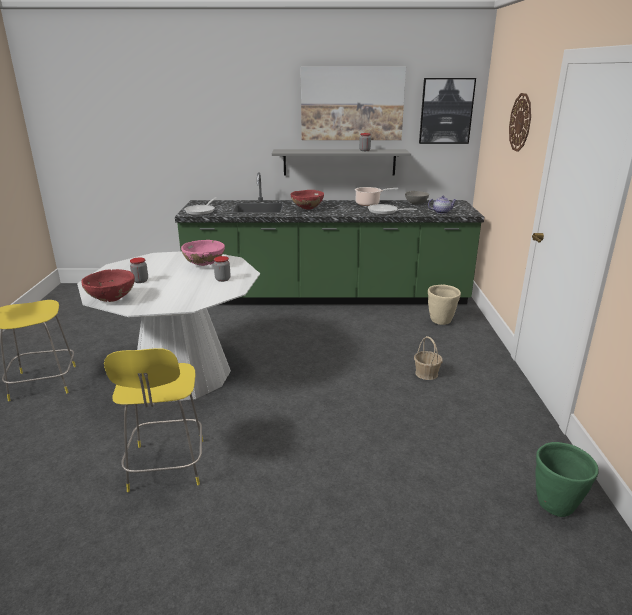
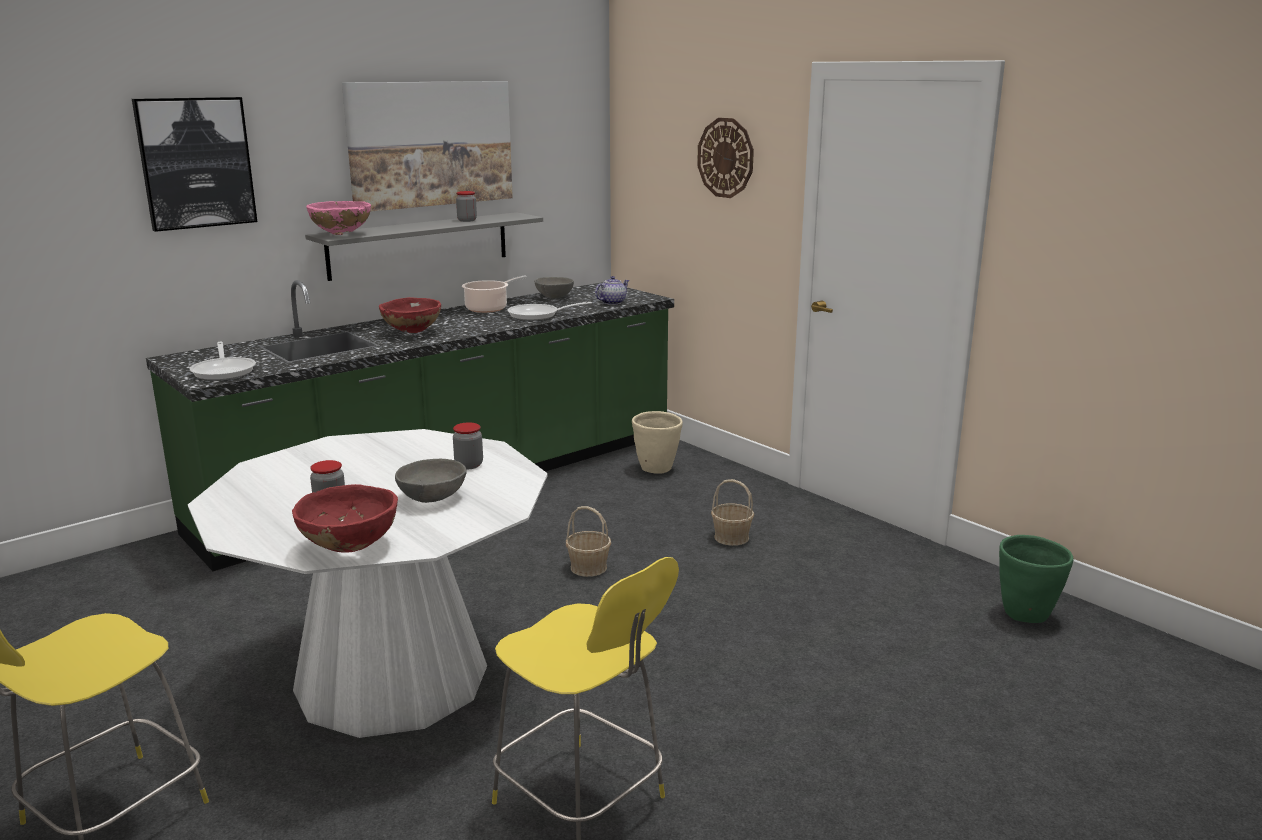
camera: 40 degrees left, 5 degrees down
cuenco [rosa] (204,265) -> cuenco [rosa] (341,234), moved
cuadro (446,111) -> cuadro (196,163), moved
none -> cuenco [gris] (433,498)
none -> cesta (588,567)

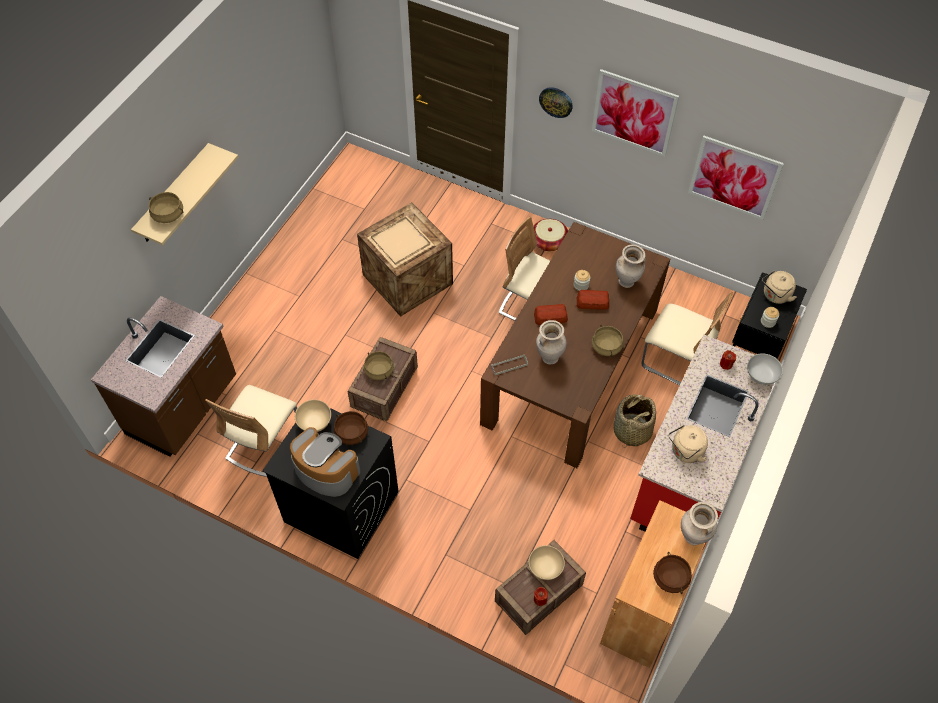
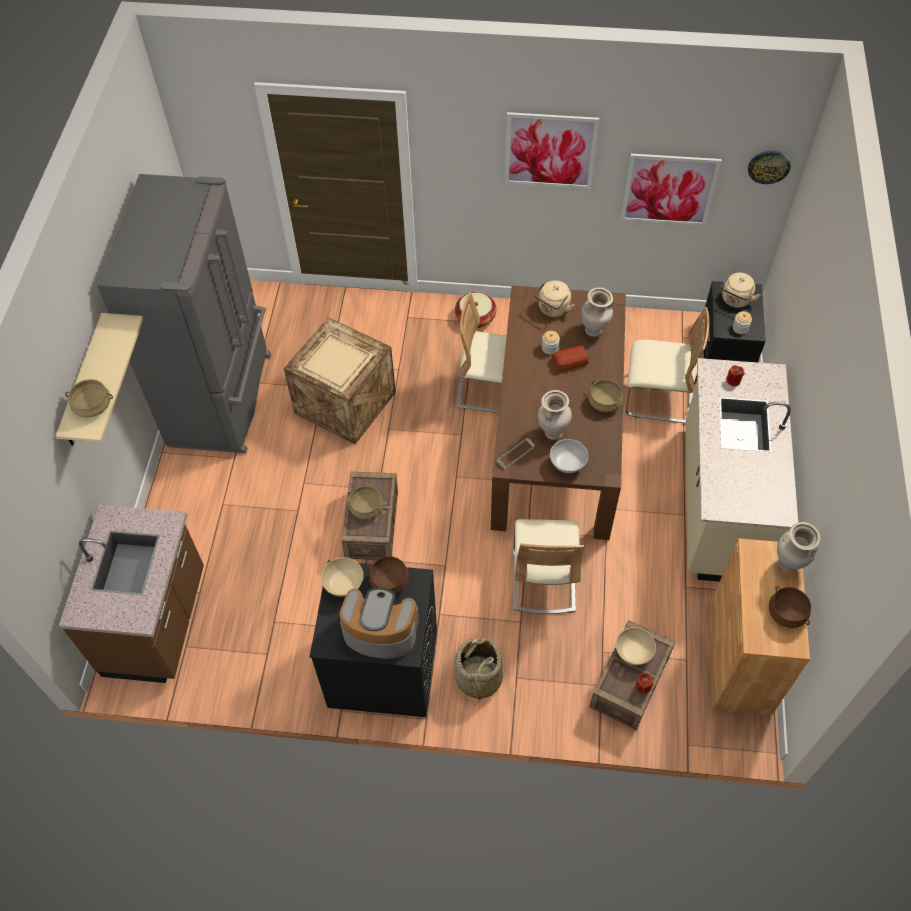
camera: 20 degrees left, 0 degrees up
silla [beis] (264,444) -> silla [beis] (543,579), moved
pan (551,317) -> none
reloj de pared (556,102) -> reloj de pared (769,166), moved
cesta (631,431) -> cesta (478,678), moved
mueble bajo de cocina [rojo] (691,470) -> mueble bajo de cocina [beis] (720,503)
hervidor [beis] (685,452) -> hervidor [beis] (553,309), moved
cuenco [blanco] (761,376) -> cuenco [blanco] (567,464), moved
none -> nevera [gris] (223,399)

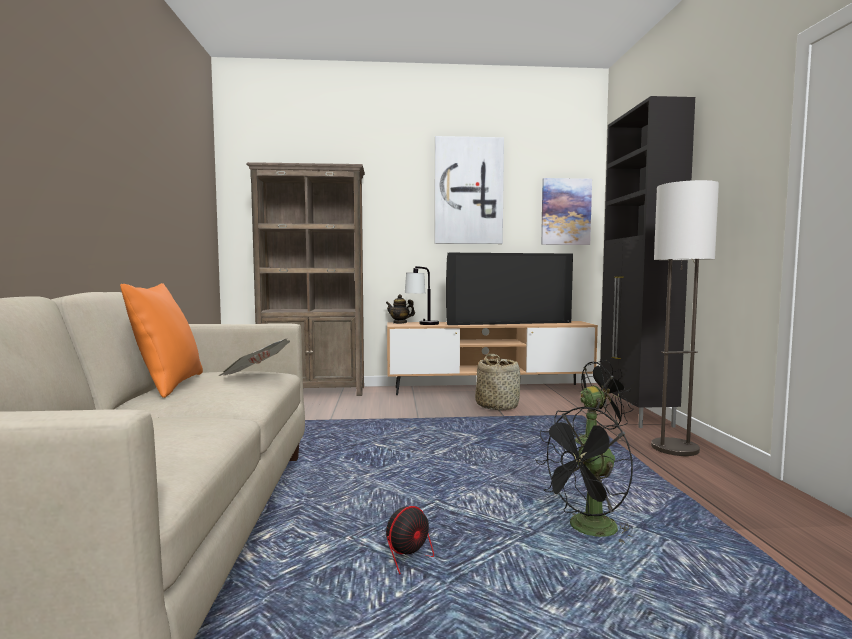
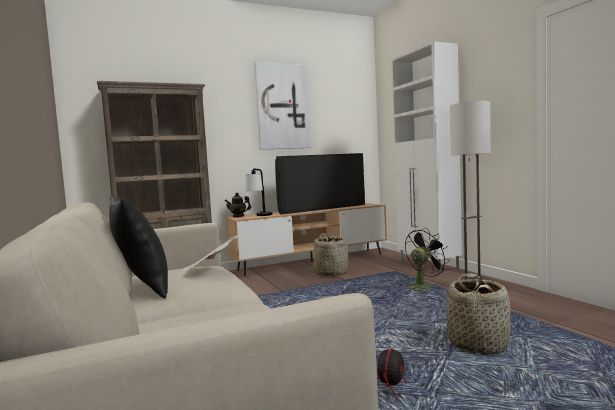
camera: 20 degrees left, 0 degrees up
cojín [naranja] (168,385) -> cojín [negro] (142,288)
ventilador [negro] (587,530) -> cesta (478,344)
cuadro (565,212) -> none
armario [negro] (636,415) -> armario [blanco] (428,266)

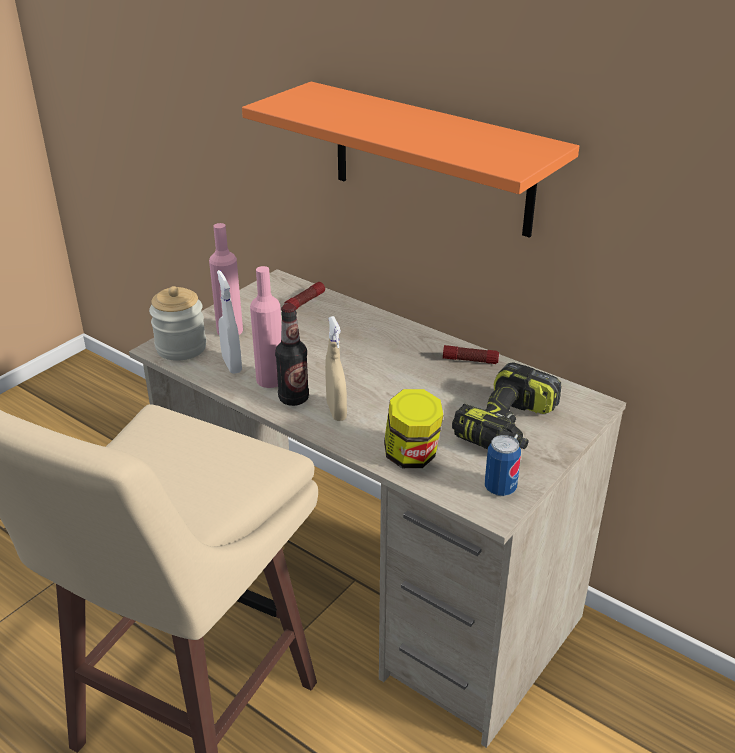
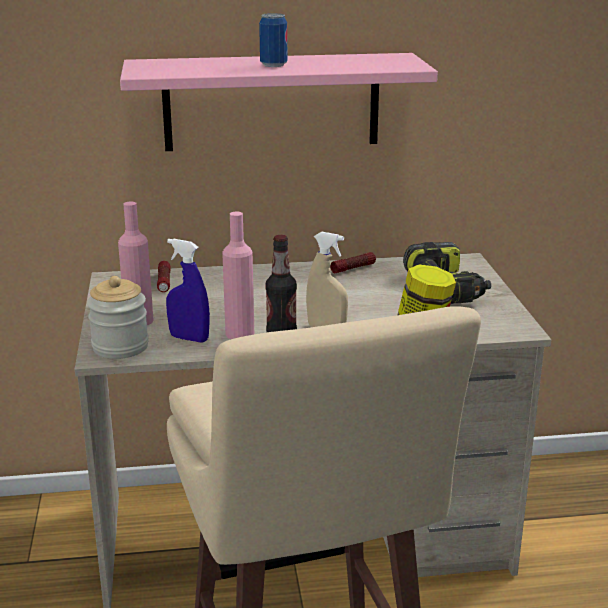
camera: 45 degrees left, 10 degrees down
pulverizador [blanco] (232,364) -> pulverizador [azul] (189,338)
estante [naranja] (431,159) -> estante [rosa] (271,102)
lata (500,488) -> lata (273,65), moved

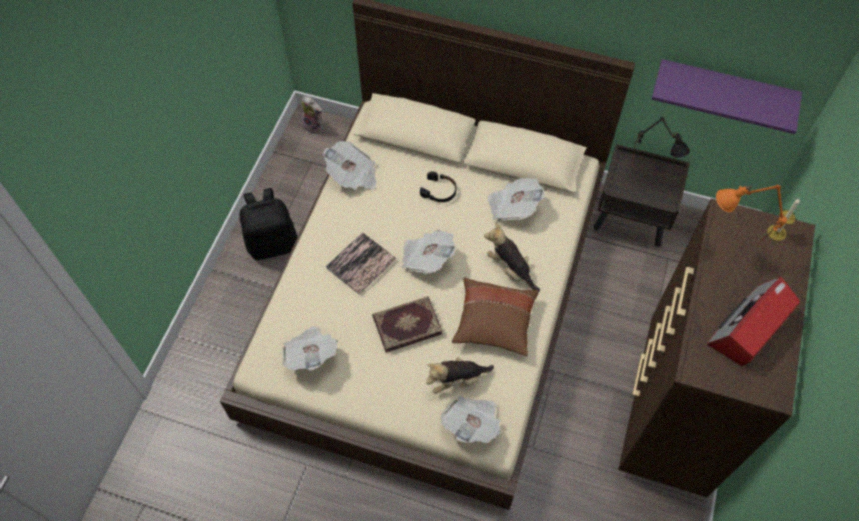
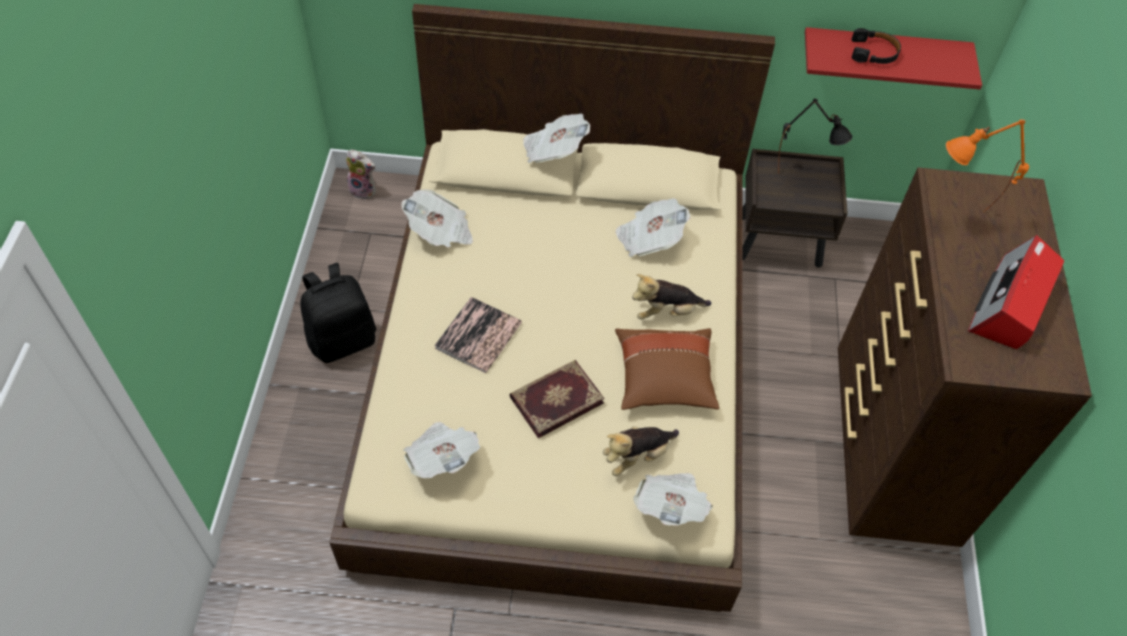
camera: 15 degrees left, 5 degrees down
periódico (426,258) -> periódico (553,151), moved
auriculares [negro] (439,191) -> auriculares [negro] (874,52), moved
peluche (510,269) -> peluche (666,311), 45 degrees counterclockwise
estante [morado] (724,90) -> estante [rojo] (882,55)
vela (776,232) -> none

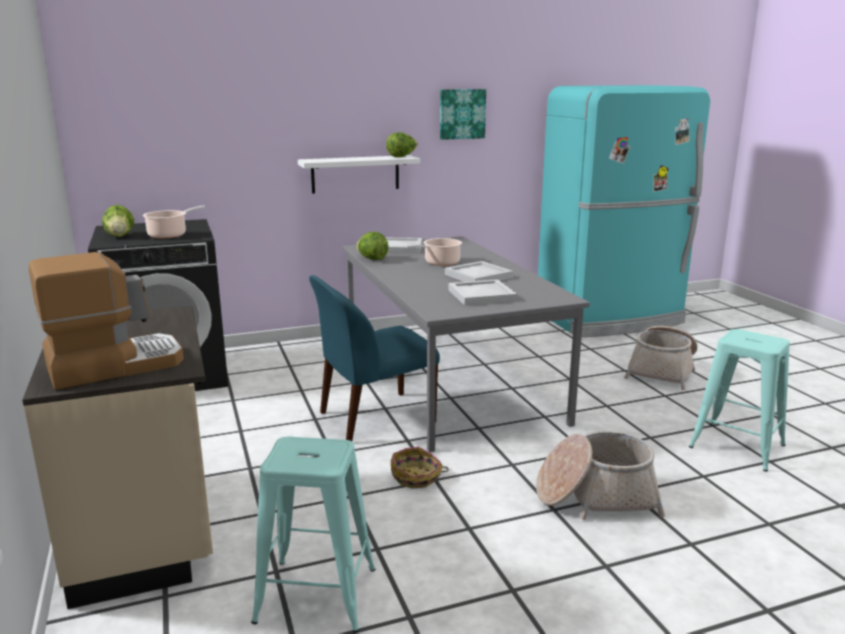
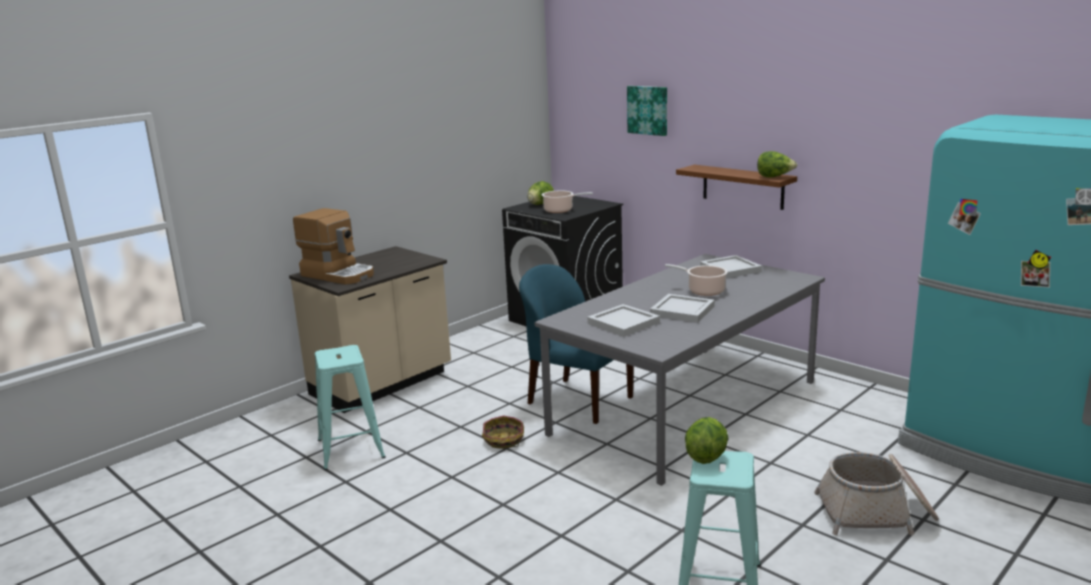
camera: 65 degrees right, 0 degrees up
estante [blanco] (355,174) -> estante [marrón] (742,186)
lechuga (372,259) -> lechuga (706,456), moved
cuadro (461,114) -> cuadro (648,110), moved
cesta (595,496) -> none

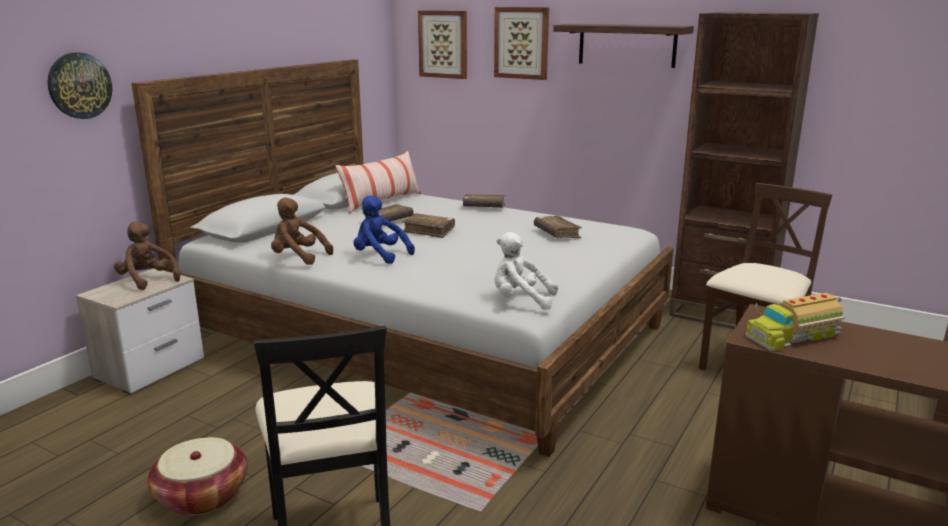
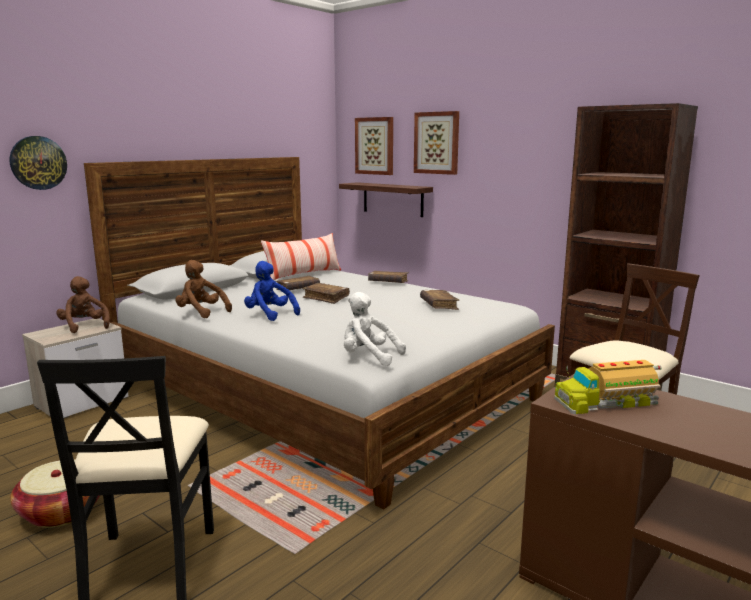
camera: 10 degrees right, 5 degrees down
estante (627,45) -> estante (393,199), moved

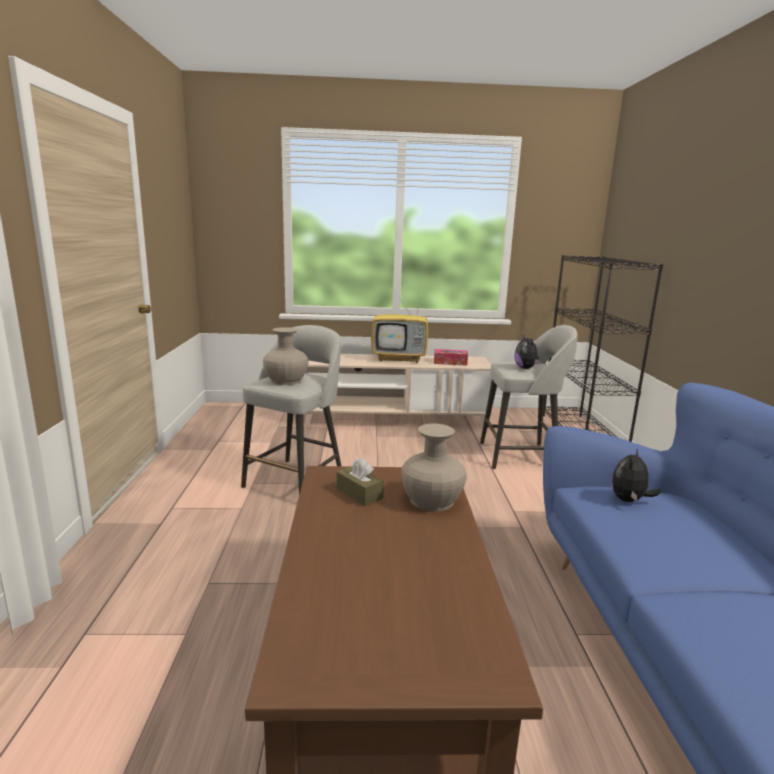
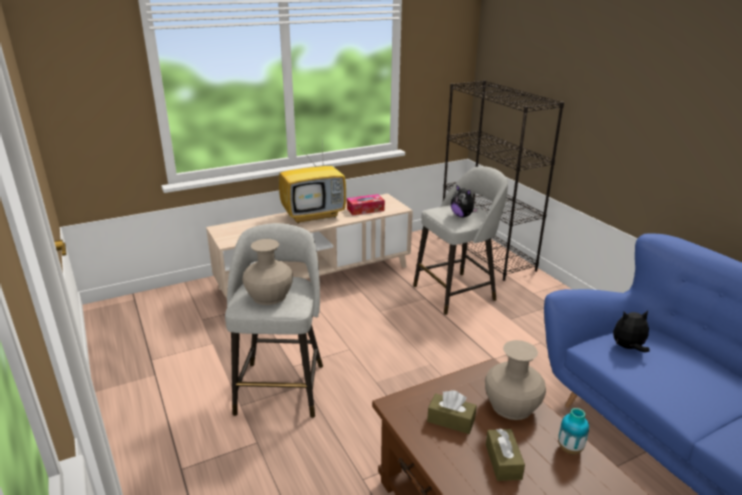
camera: 25 degrees left, 10 degrees up
peluche (629,500) -> peluche (628,348), 75 degrees clockwise
none -> caja de pañuelos [marrón] (503,461)
none -> florero (570,449)

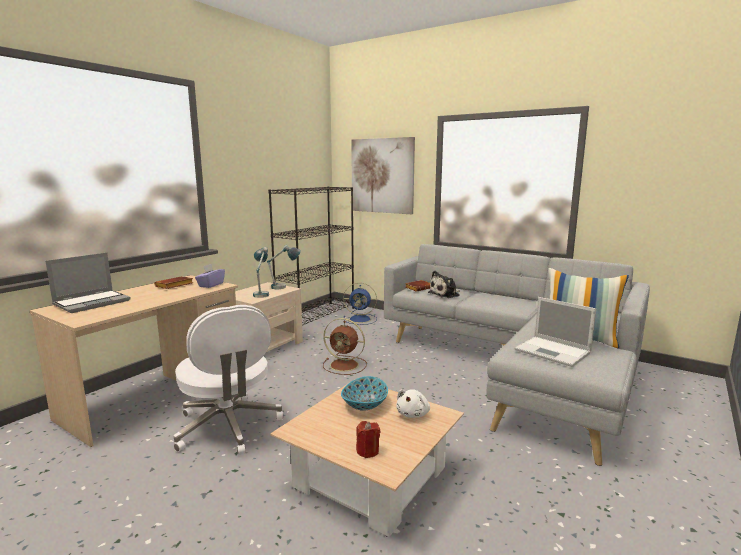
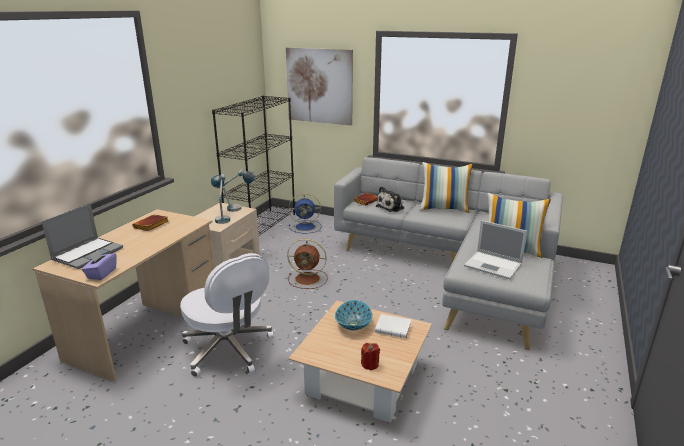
camera: 10 degrees left, 10 degrees up
caja de pañuelos [morado] (211,285) -> caja de pañuelos [morado] (101,273), moved
peluche [blanco] (413,414) -> libro [blanco] (394,329)
none -> cojín (444,208)

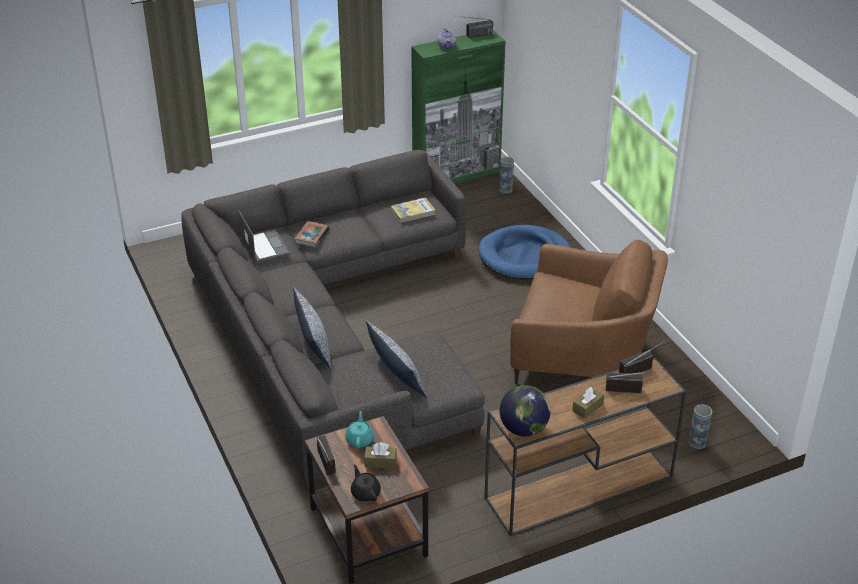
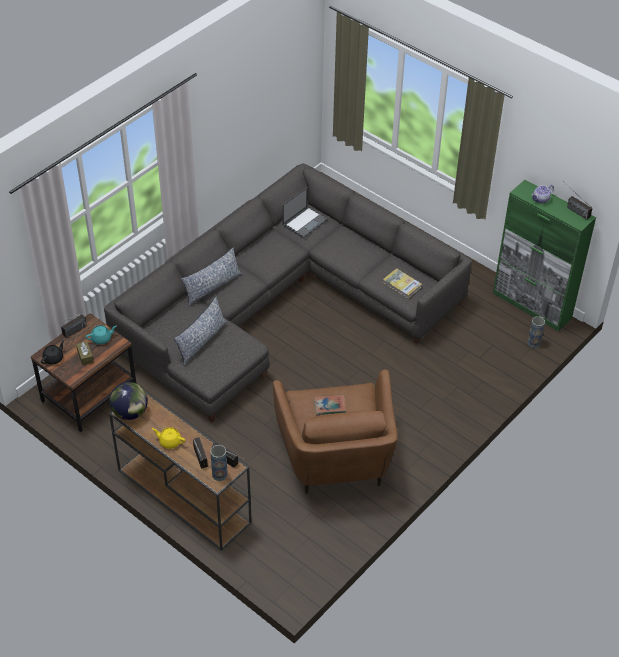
camera: 65 degrees right, 10 degrees up
libro (312,236) -> libro (330,407), moved
cama para perro [azul] (525,256) -> none
caja de pañuelos [marrón] (587,408) -> tetera [amarillo] (169,441)
florero (697,443) -> florero (219,474), moved

